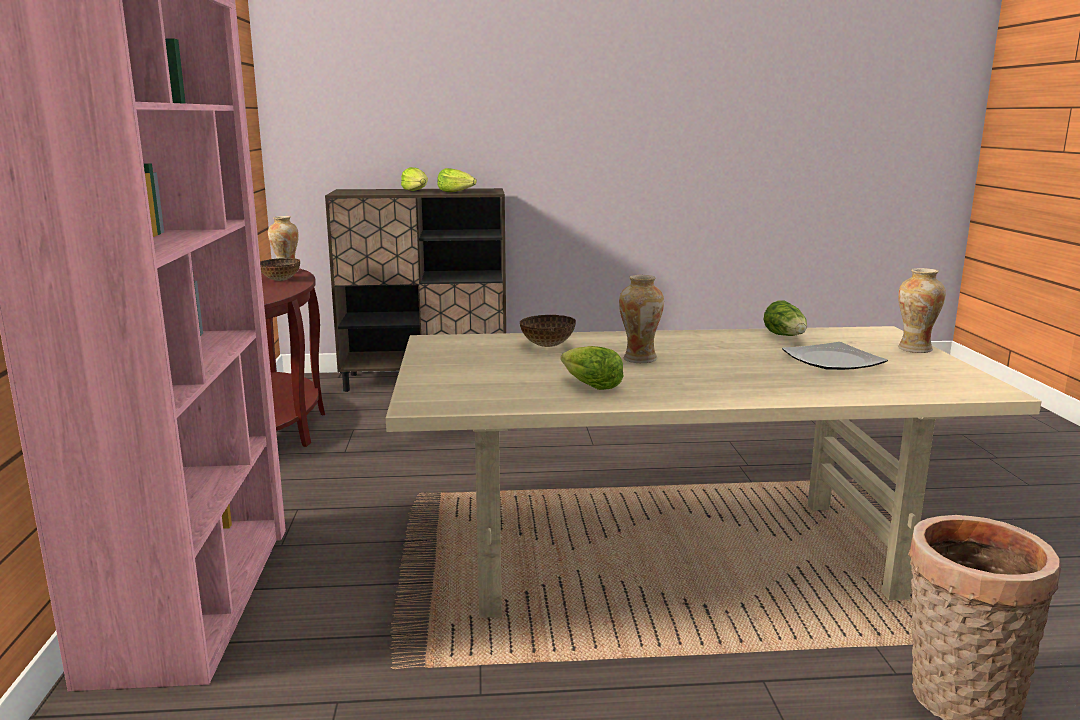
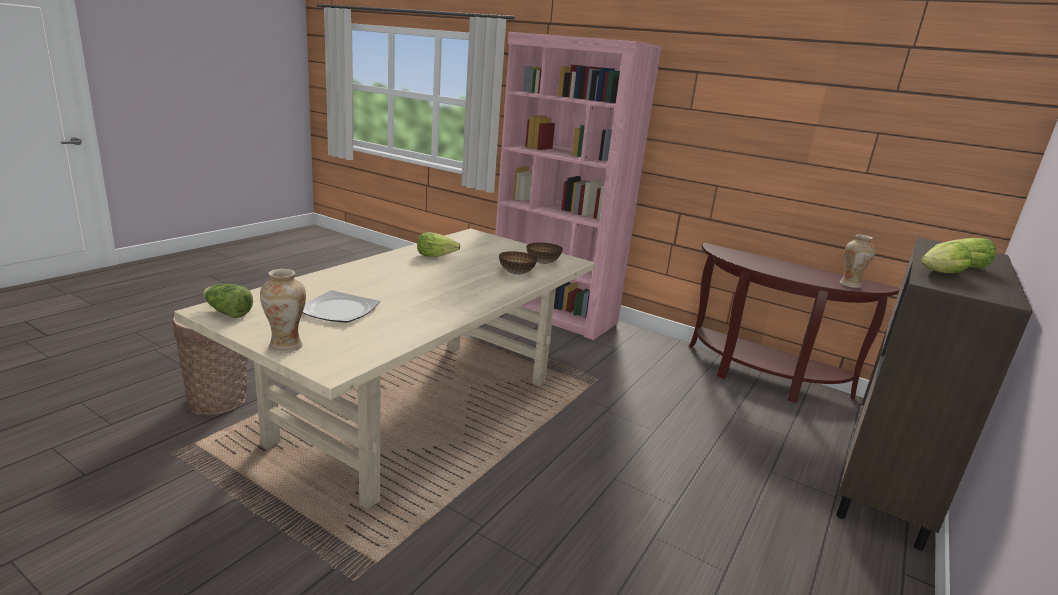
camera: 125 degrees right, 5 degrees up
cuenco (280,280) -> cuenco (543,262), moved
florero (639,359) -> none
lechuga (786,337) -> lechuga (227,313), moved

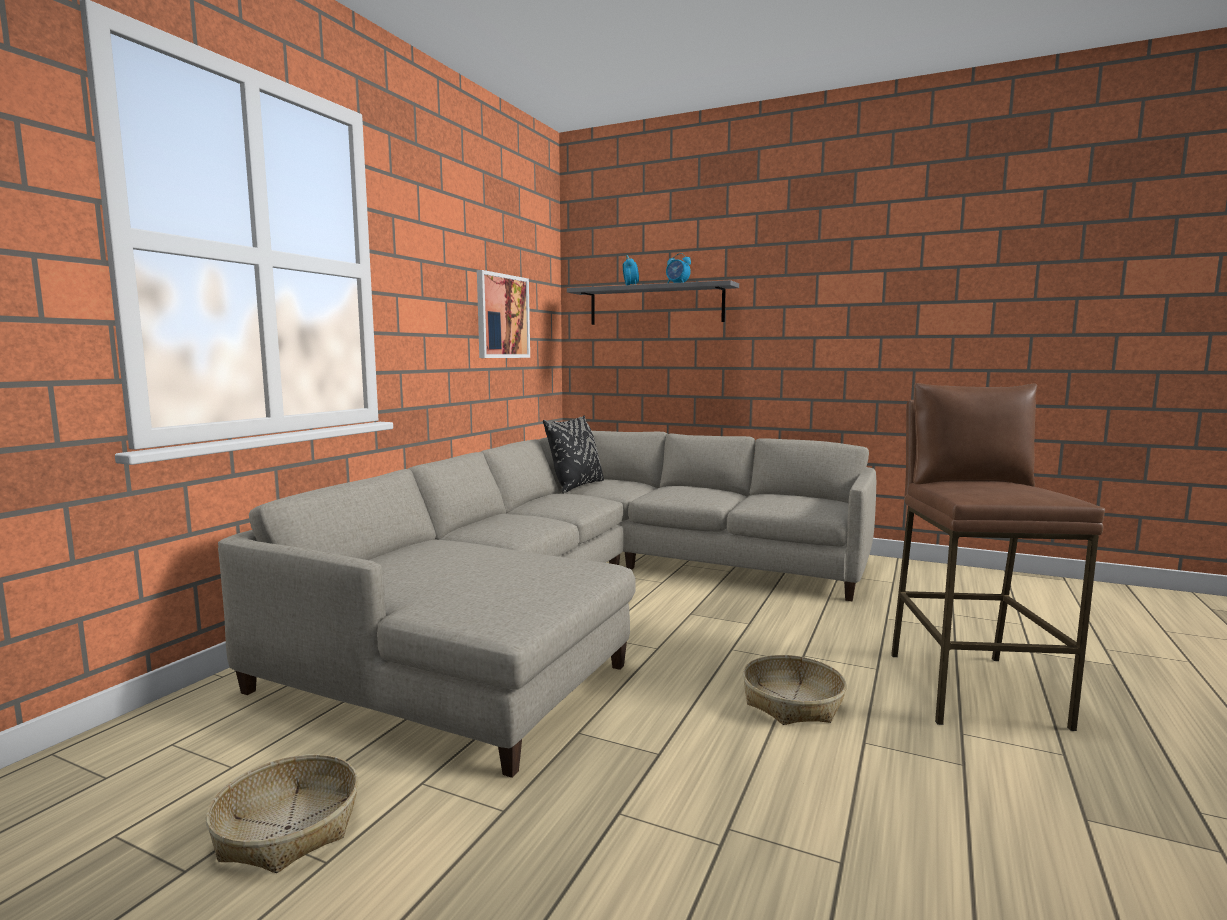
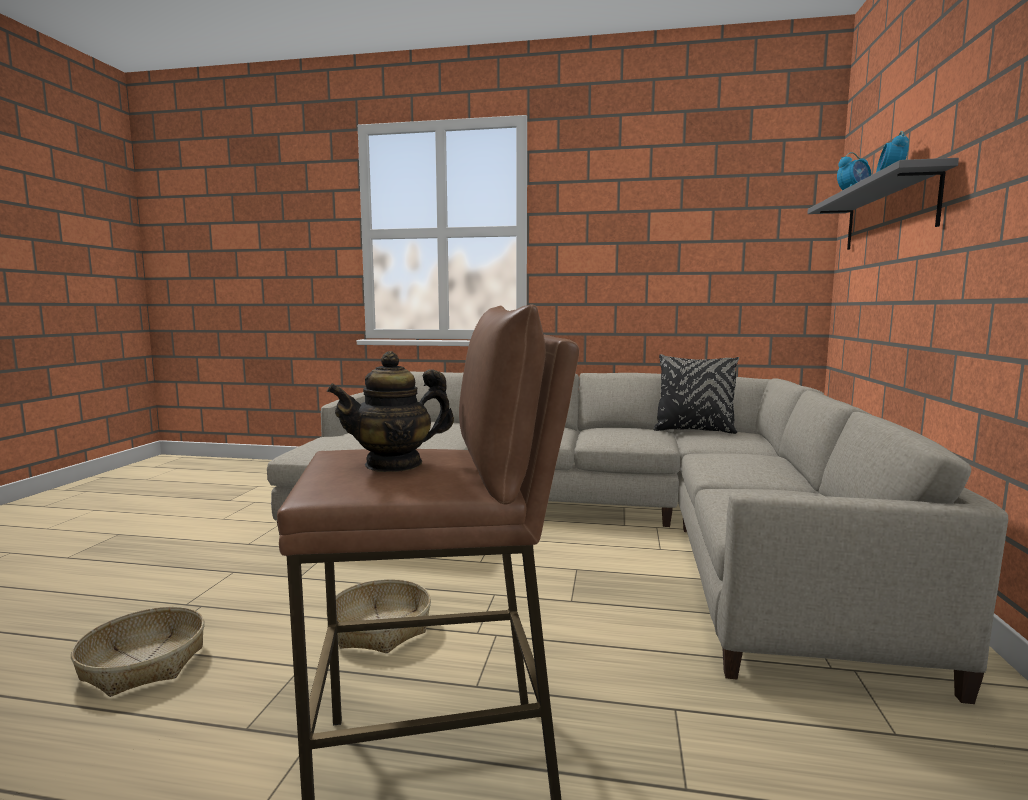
camera: 75 degrees right, 0 degrees up
cesta (287,828) -> cesta (143,663), moved
cuadro (502,316) -> none
none -> tetera (394,464)

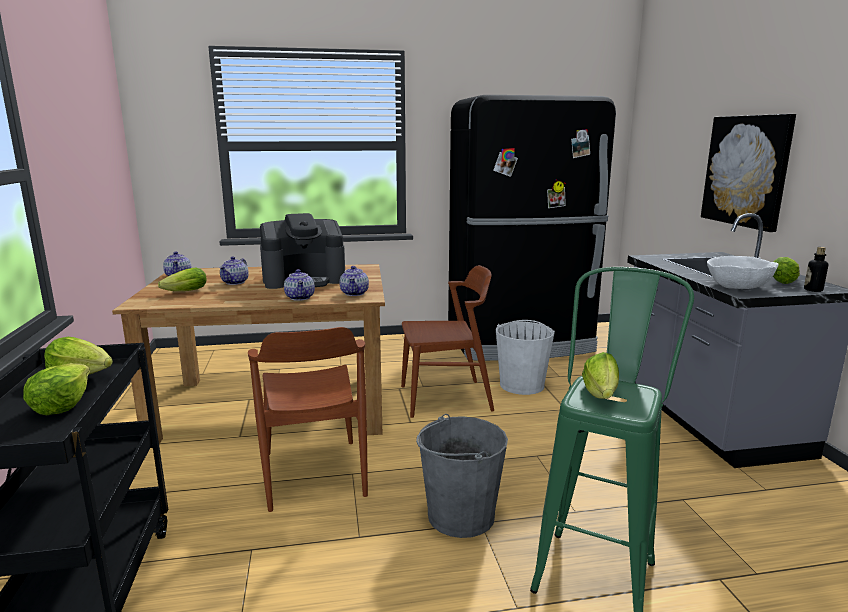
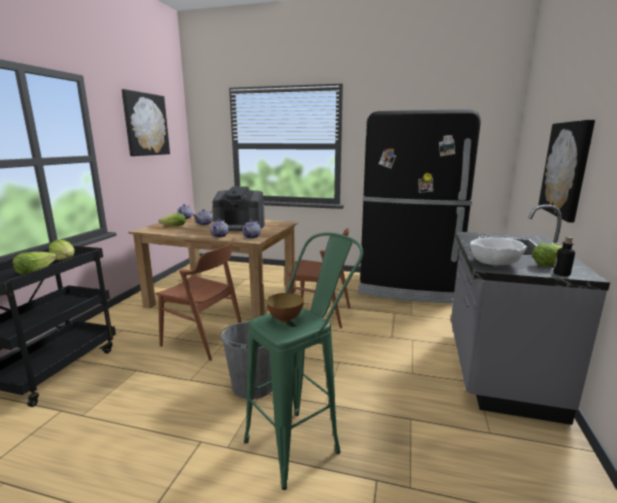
camera: 25 degrees right, 0 degrees up
silla [marrón] (314,474) -> silla [marrón] (203,340), 75 degrees counterclockwise
cubo [blanco] (522,385) -> none
lechuga (601,395) -> cuenco (285,319)
none -> cuadro (146,124)

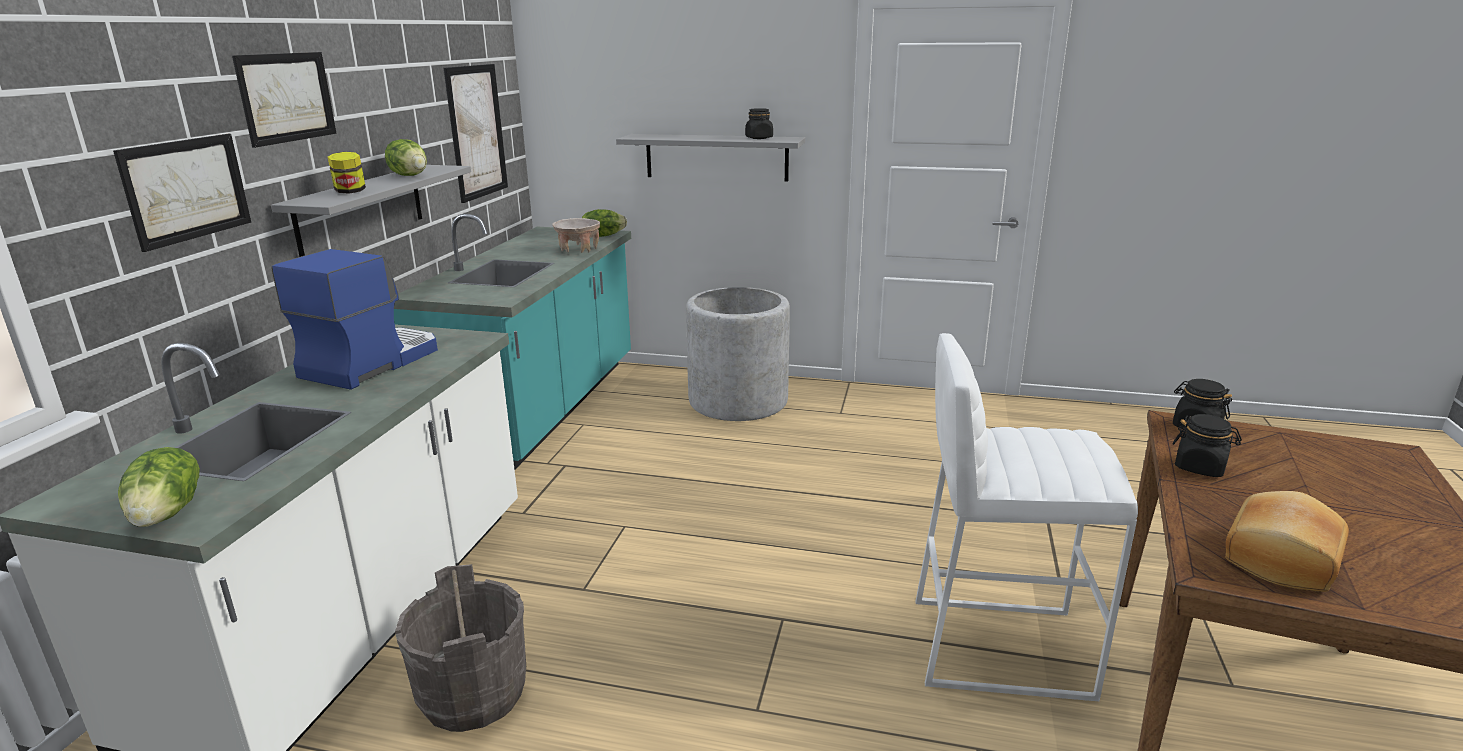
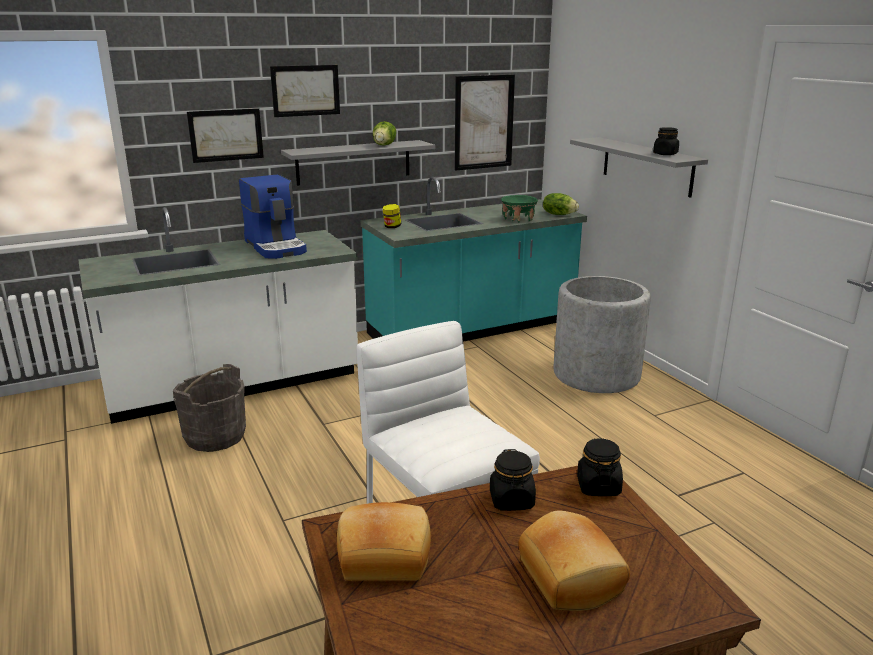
camera: 50 degrees right, 0 degrees up
lechuga (168,513) -> none
cafetera (370,362) -> cafetera (276,247), 75 degrees clockwise
tarro (350,192) -> tarro (392,227), moved
cuenco [beis] (578,250) -> cuenco [verde] (518,219)
none -> pan (573,576)

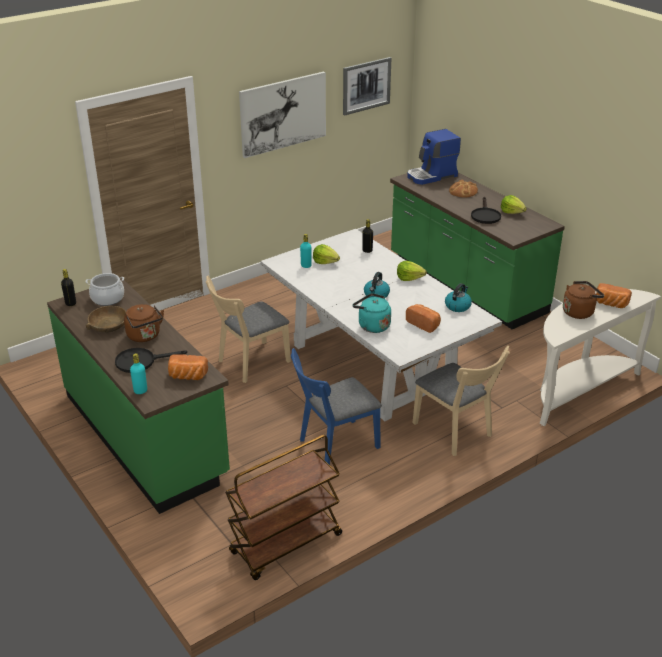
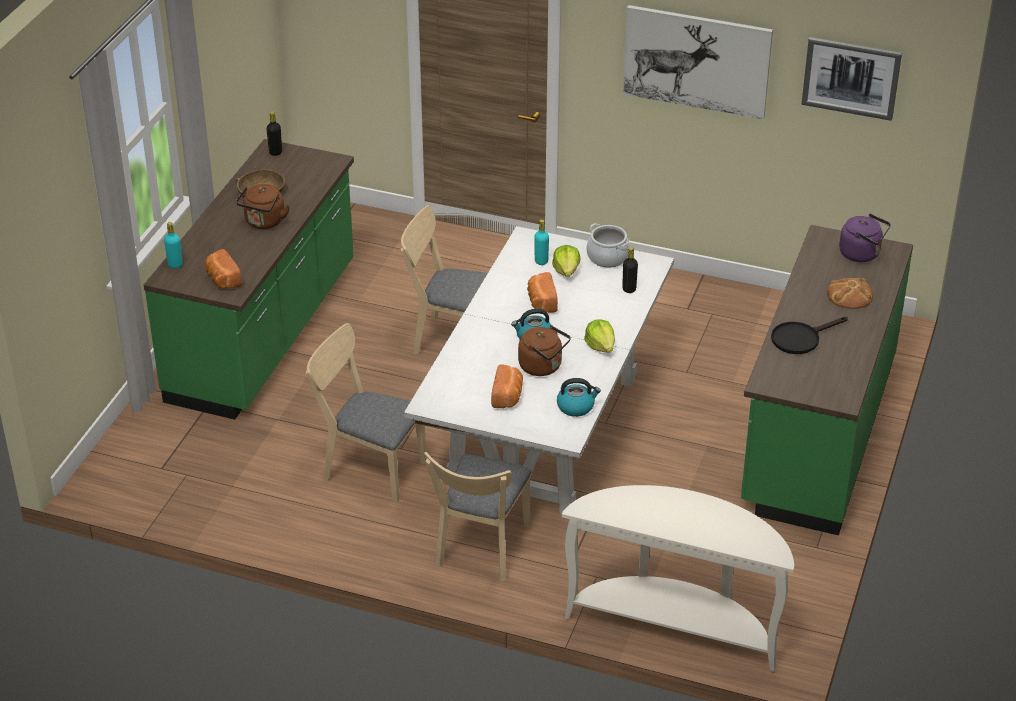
camera: 55 degrees right, 5 degrees up
olla (107,298) -> olla (608,257), moved
sartén [negro] (141,361) -> none
carrito [marrón] (286,545) -> none
silla [azul] (334,446) -> silla [beis] (368,467)
hervidor [turquesa] (372,326) -> none
cafetera (432,176) -> hervidor [morado] (862,254)
lechuga (512,212) -> none
hervidor [marrón] (579,312) -> hervidor [marrón] (543,367), moved
pan (610,304) -> pan (541,302), moved

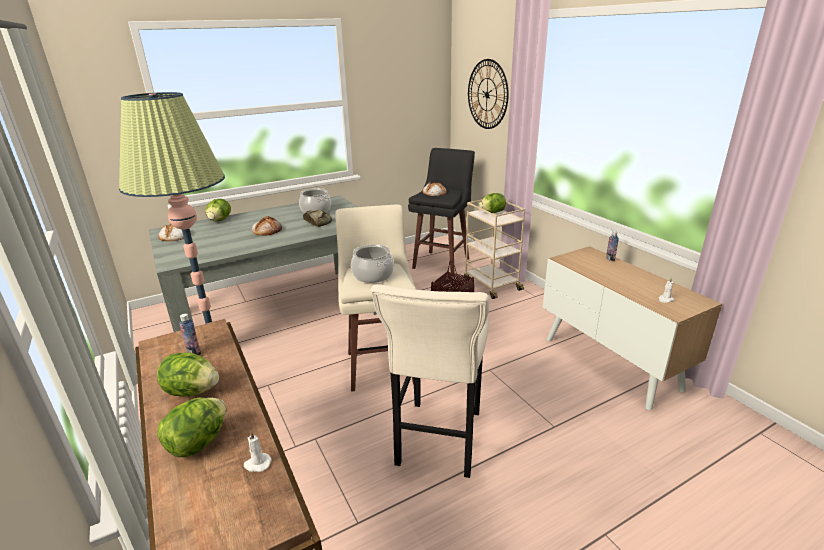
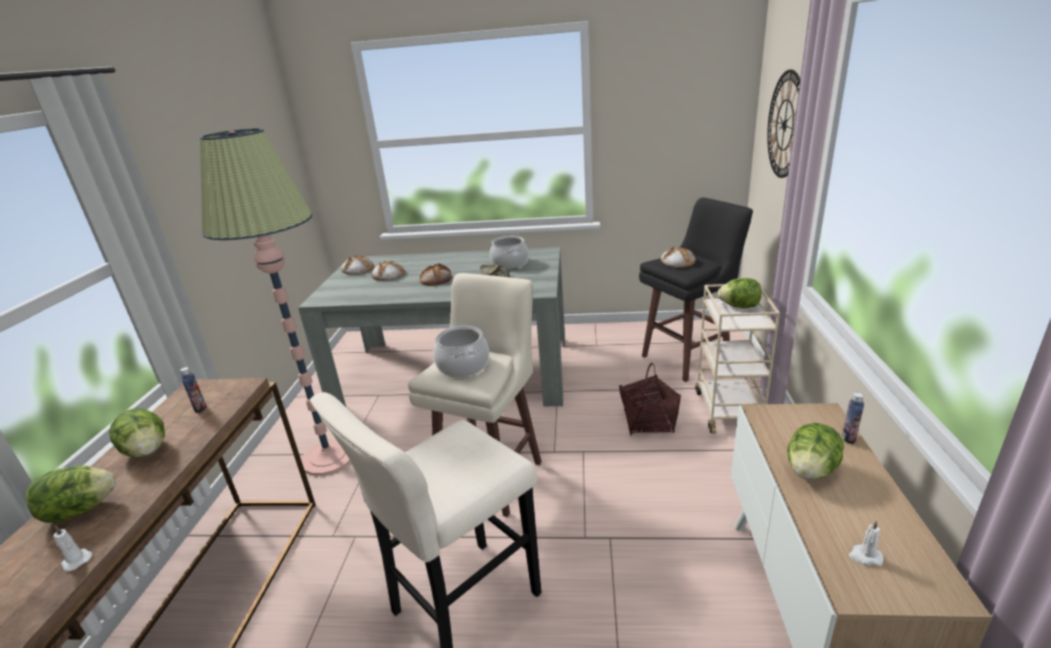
camera: 35 degrees right, 0 degrees up
lechuga (219,220) -> lechuga (811,470), moved
none -> pan (388,275)

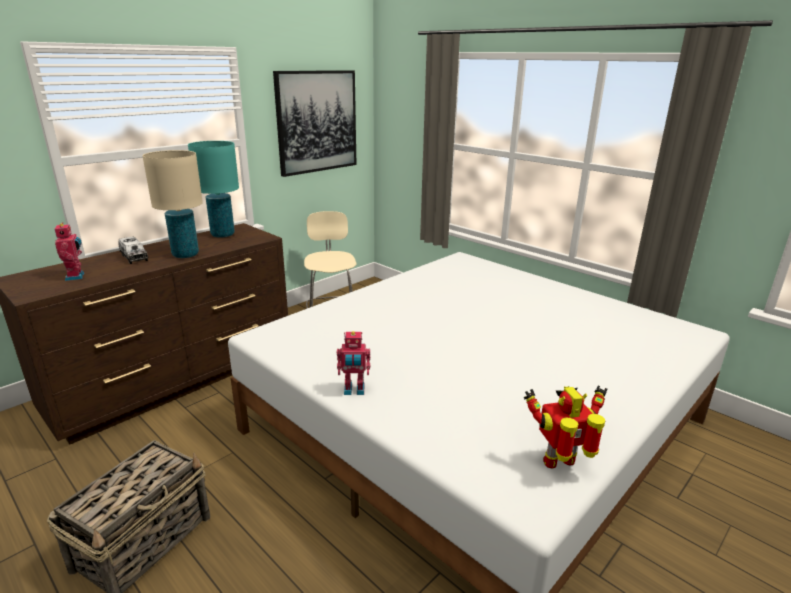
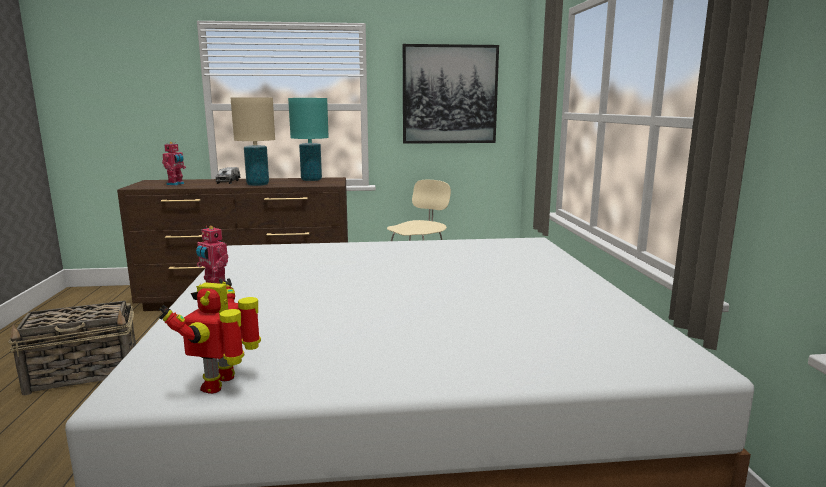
camera: 40 degrees right, 10 degrees down
robot de juguete (561,463) -> robot de juguete (222,383), 105 degrees counterclockwise

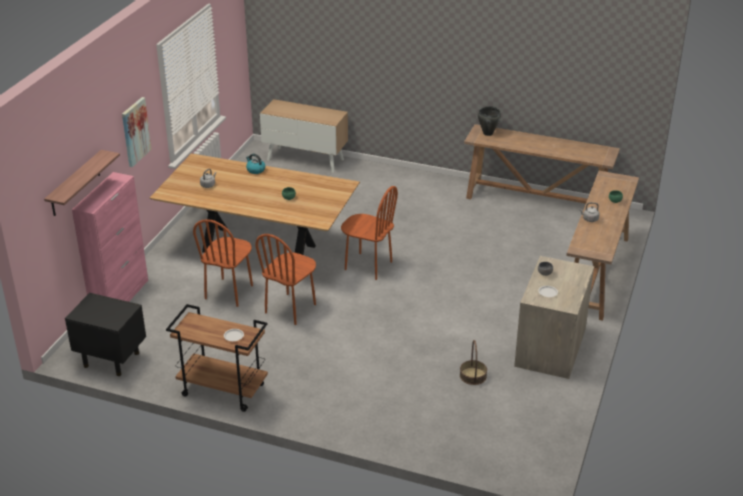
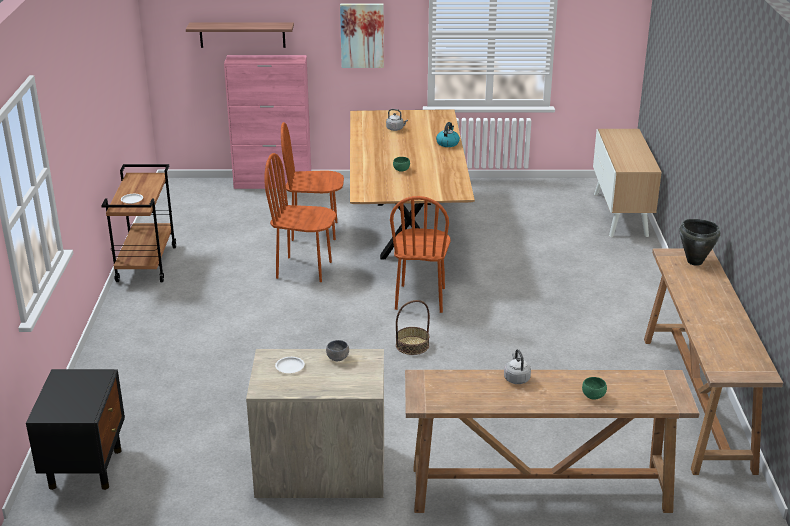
camera: 70 degrees right, 5 degrees down
mesita de noche [negro] (110,359) -> mesita de noche [negro] (86,468), moved
cesta (473,376) -> cesta (412,345), moved

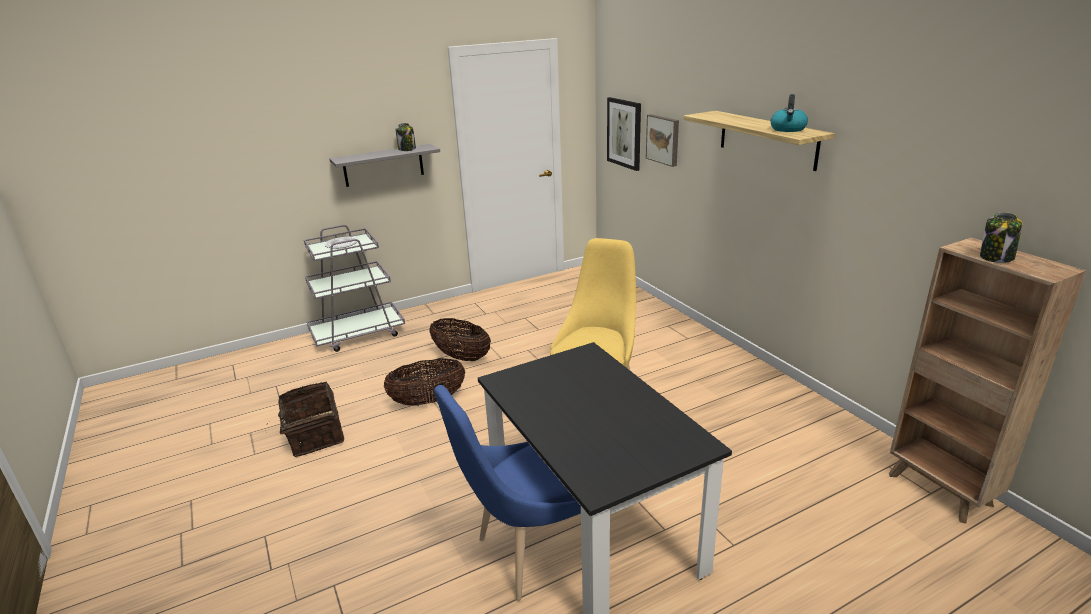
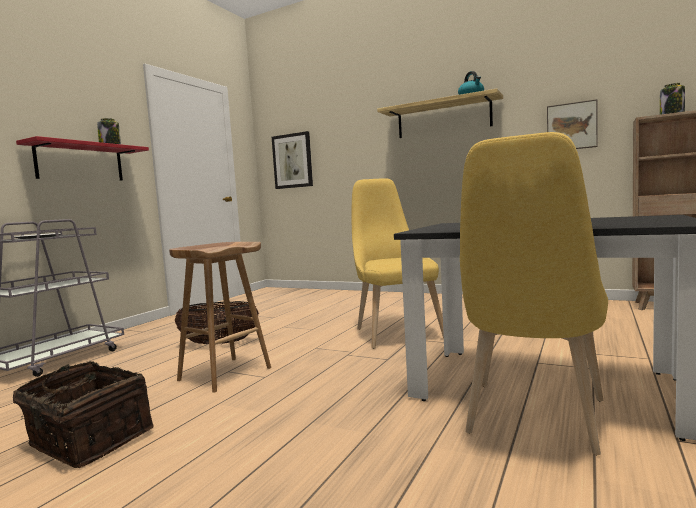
camera: 35 degrees left, 20 degrees down
estante [gris] (383,165) -> estante [rojo] (80,162)
cesta (428,401) -> taburete [marrón] (225,373)
silla [azul] (531,553) -> silla [amarillo] (533,421)
cuadro (663,139) -> cuadro (571,126), moved

